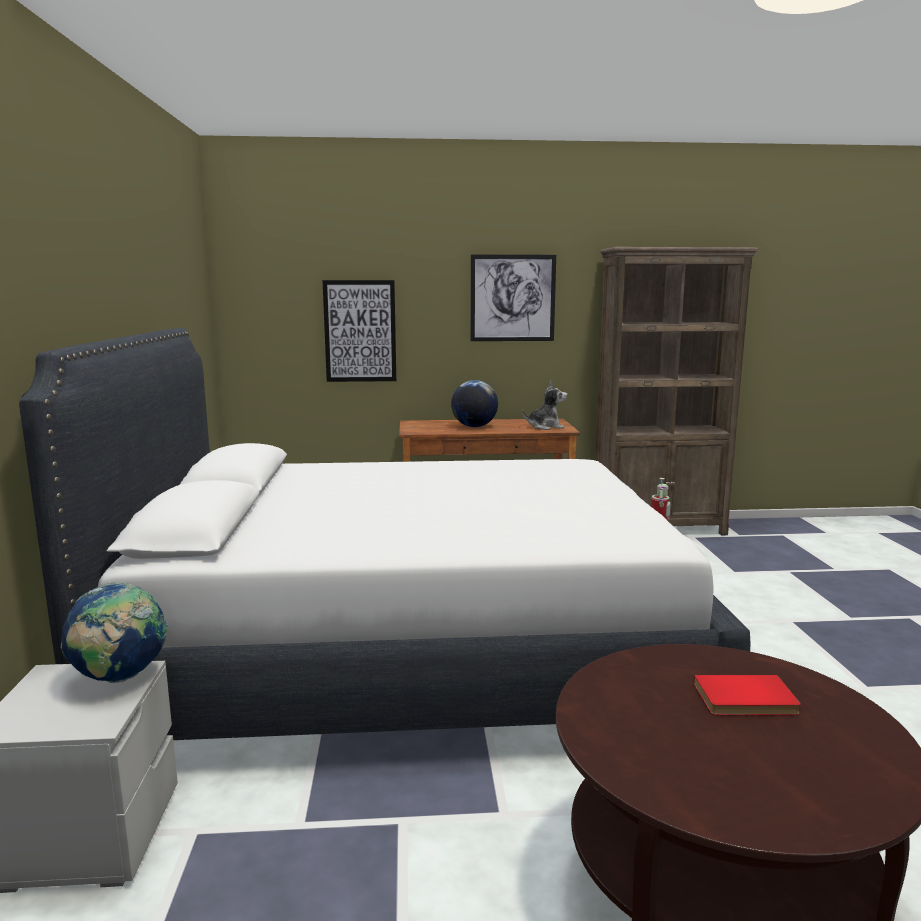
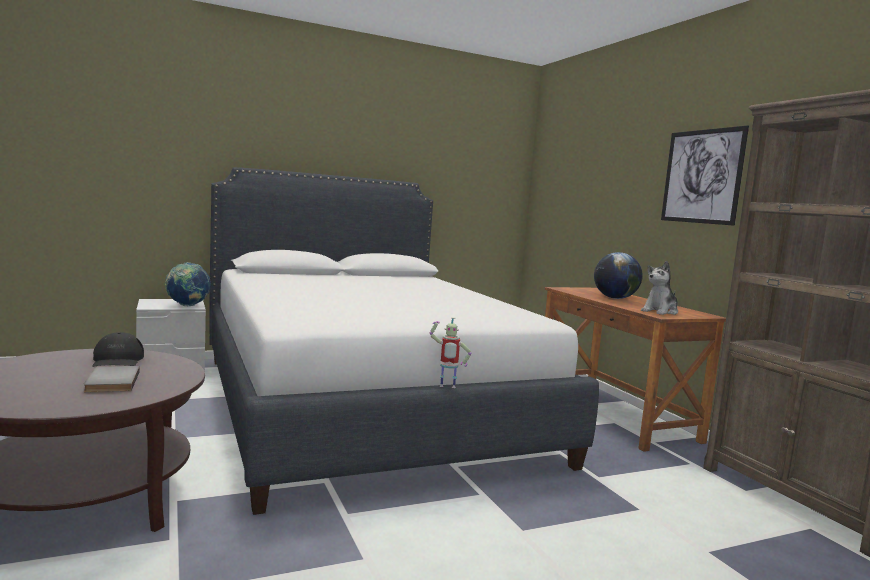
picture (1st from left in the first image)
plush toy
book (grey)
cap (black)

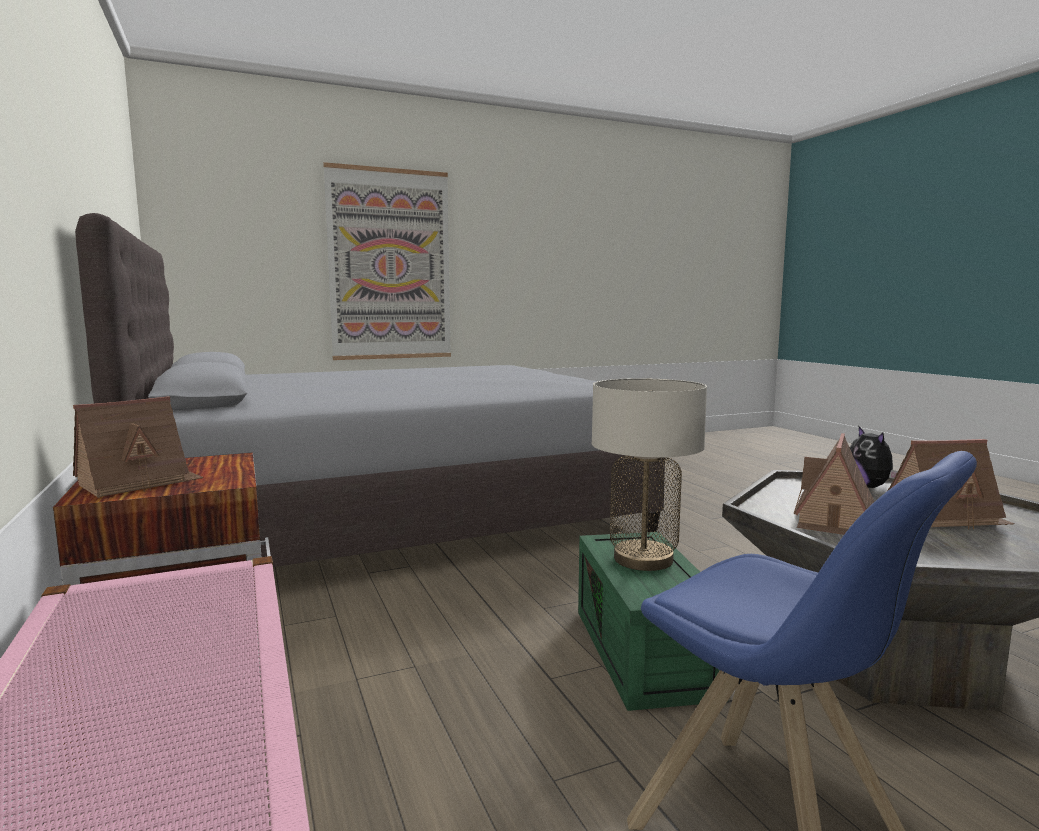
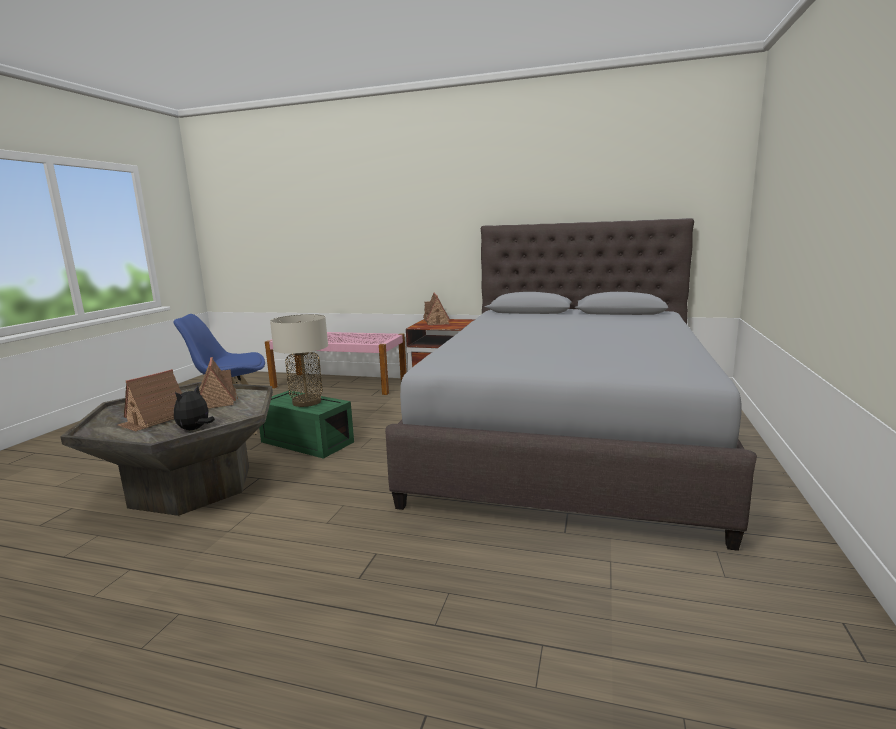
picture
plush toy

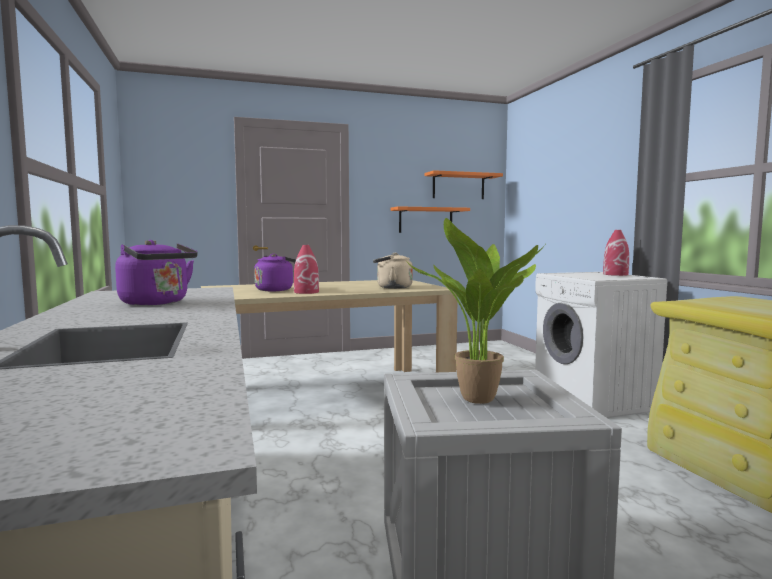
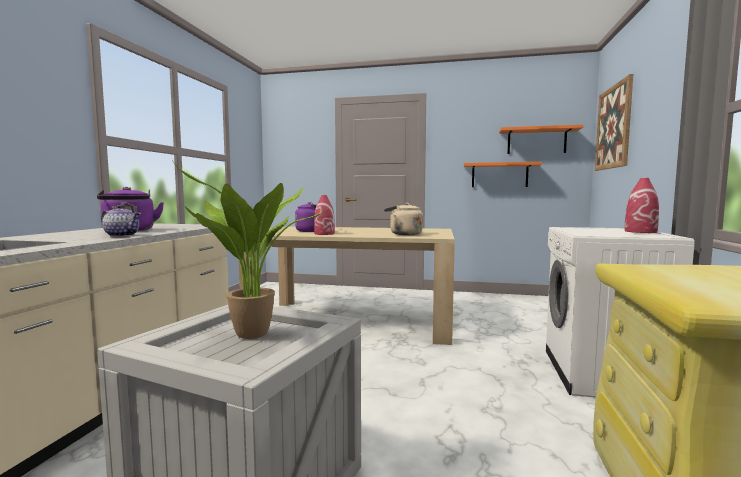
picture
teapot

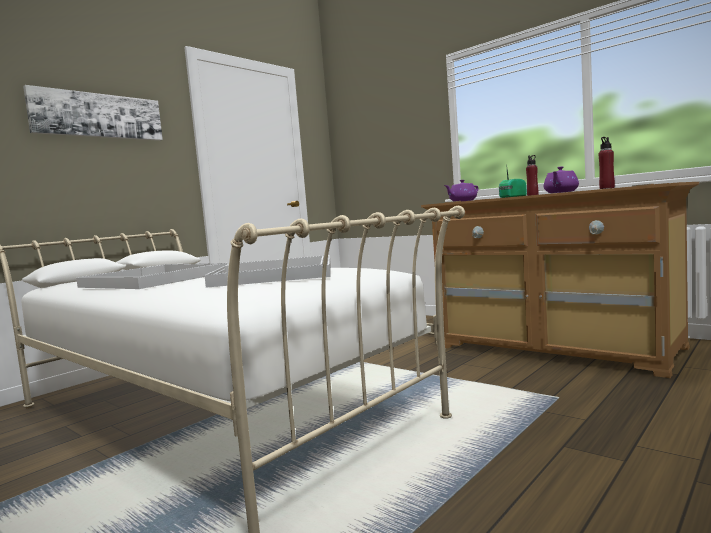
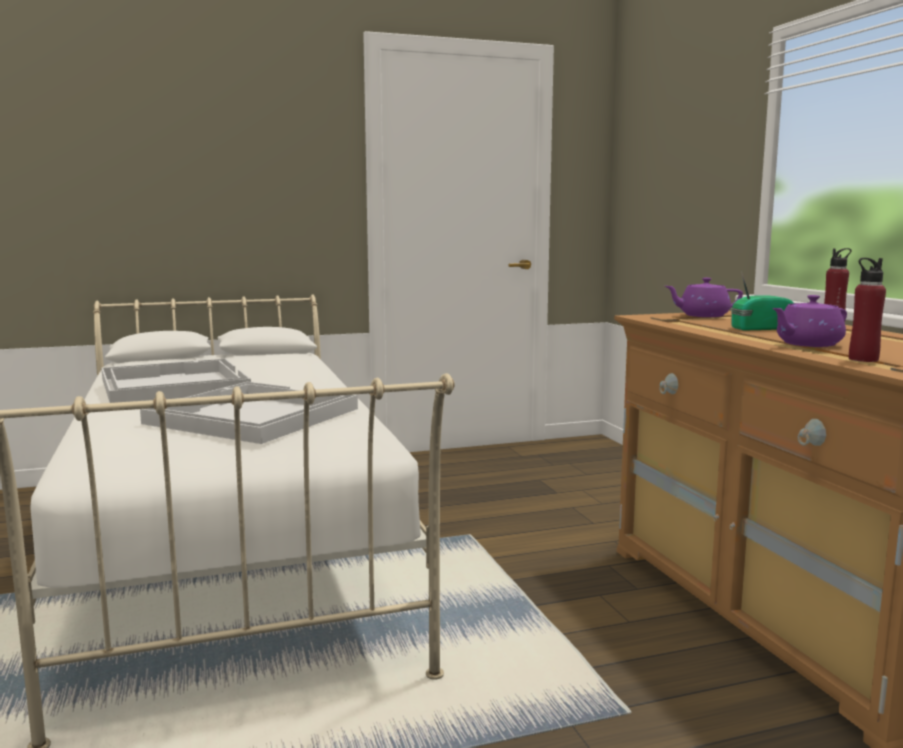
picture

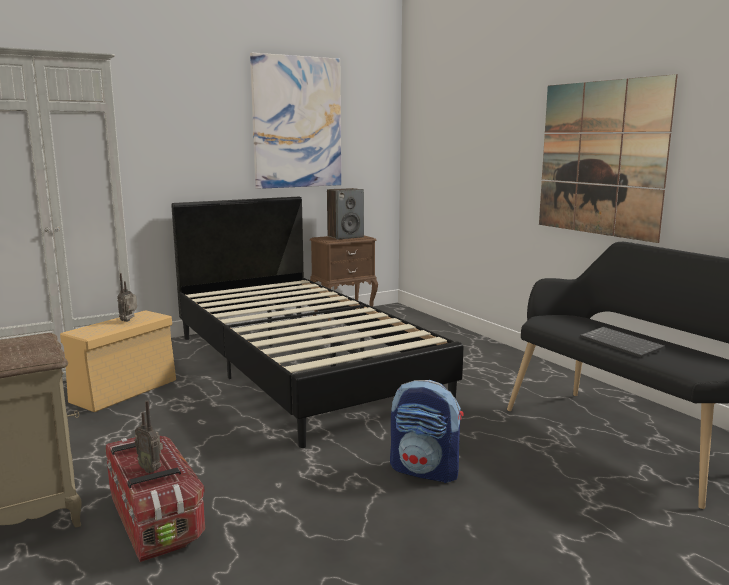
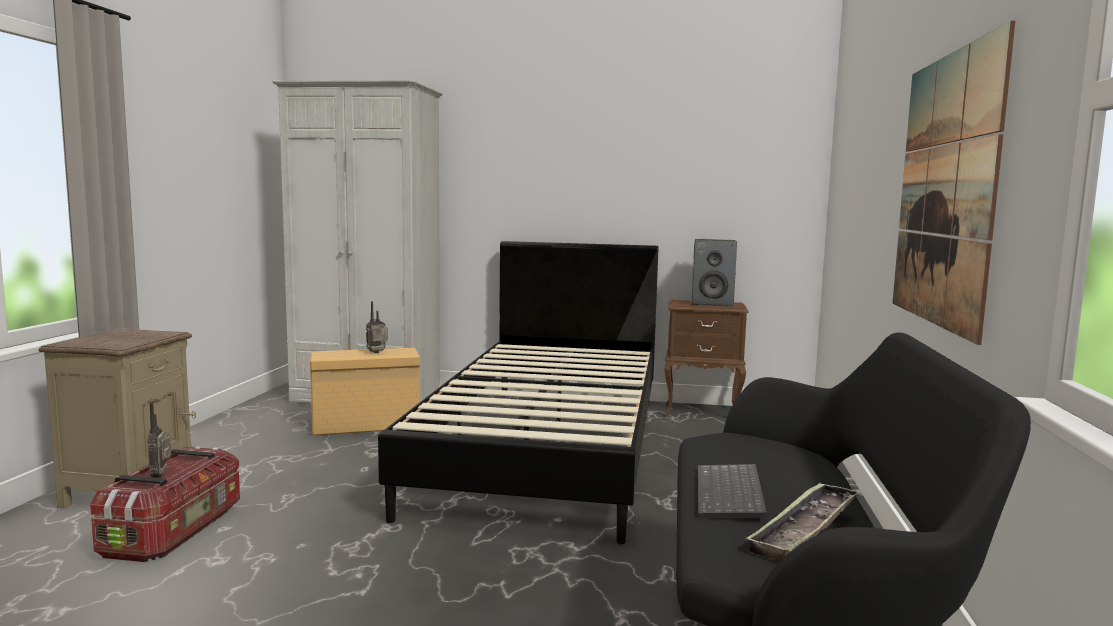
picture (1st from left in the first image)
backpack
tray

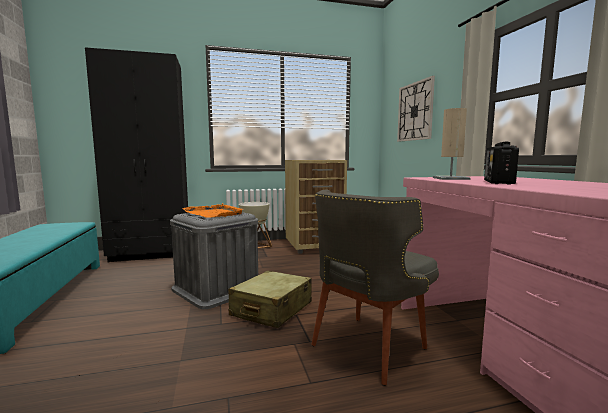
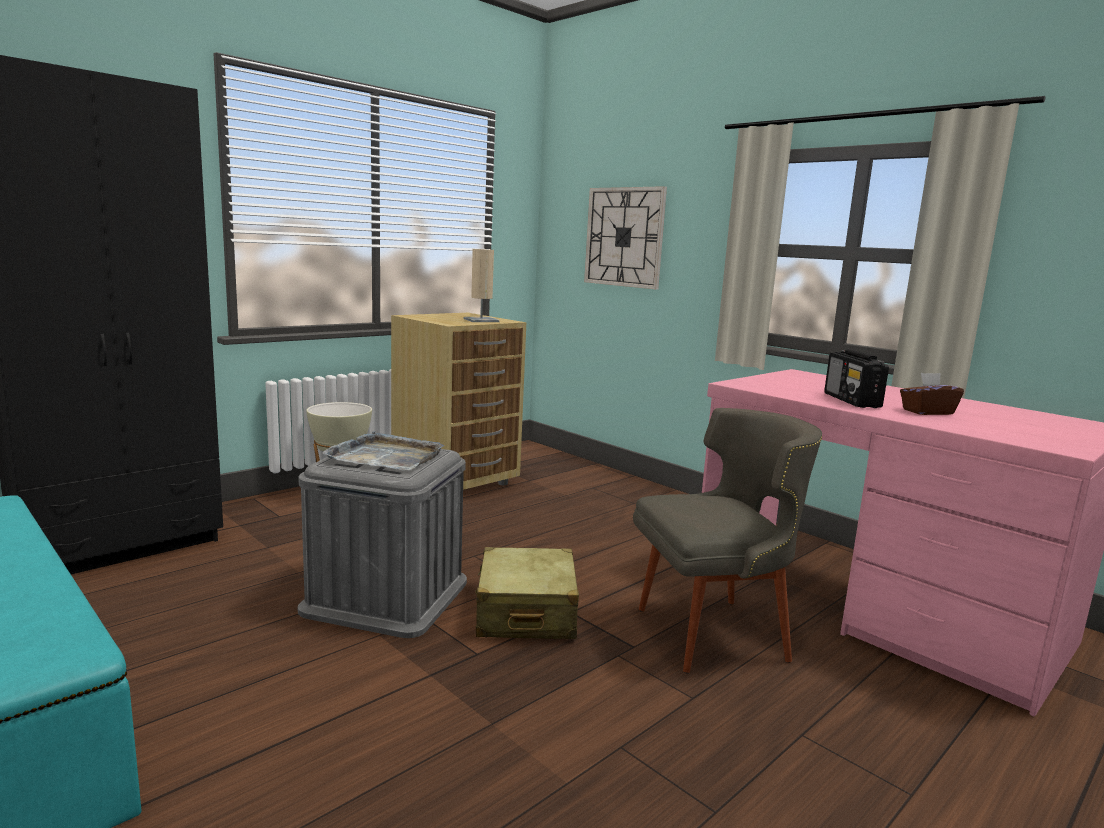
table lamp (beige)
chair (grey)
tray (grey)
tissue box (brown)

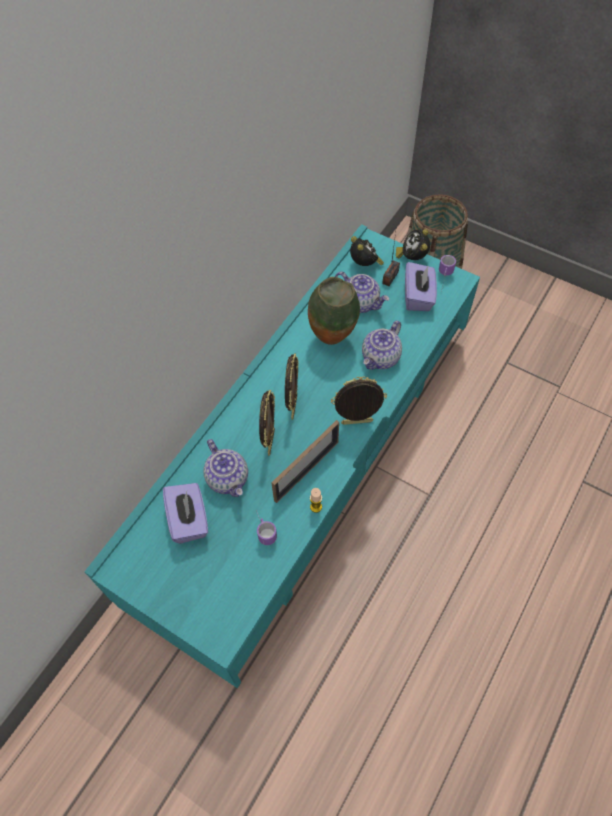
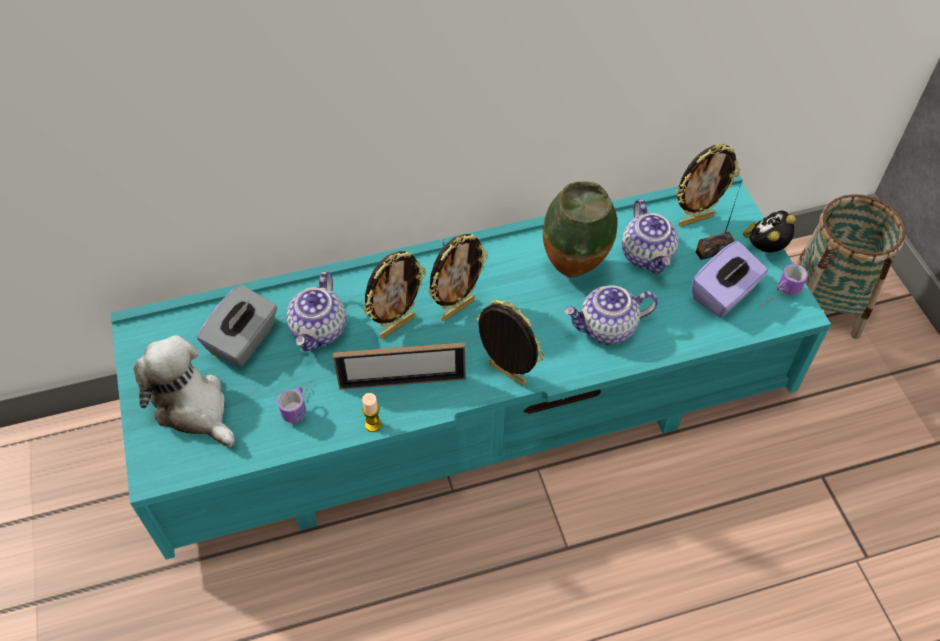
picture frame (5th from left)
tissue box (grey)
plush toy

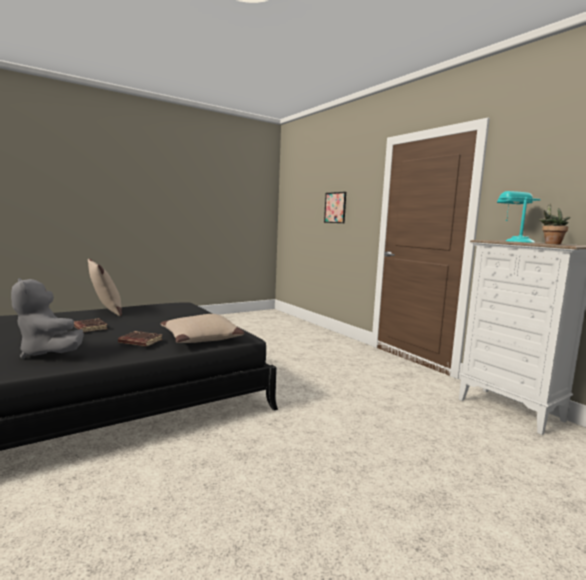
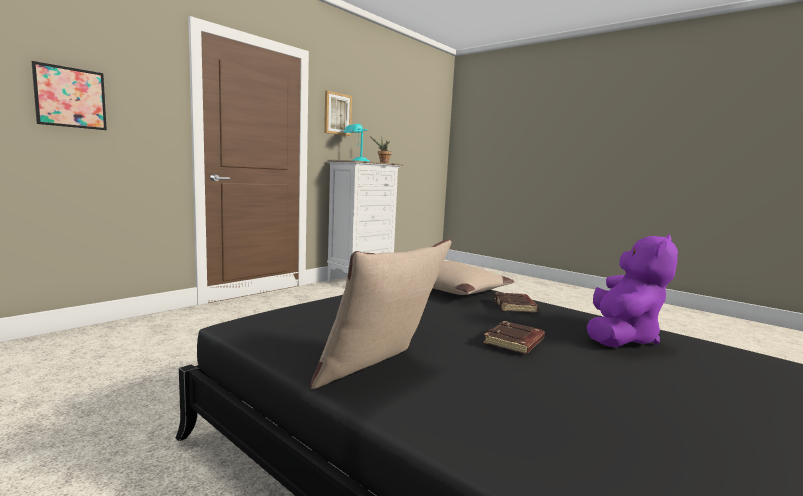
plush toy (purple)
picture (2nd from left)

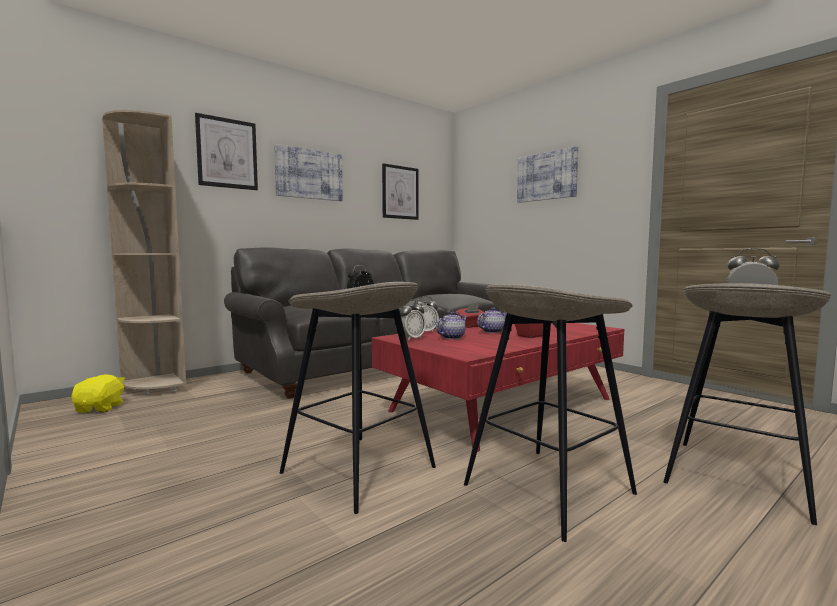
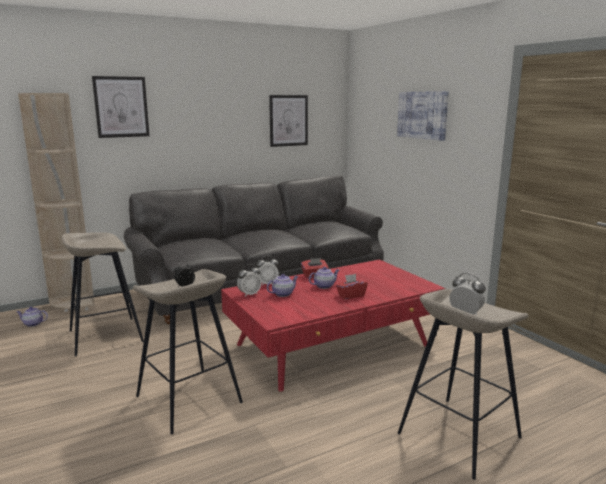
picture (2nd from left in the first image)
stool (grey) (1st from left)
teapot (1st from left)

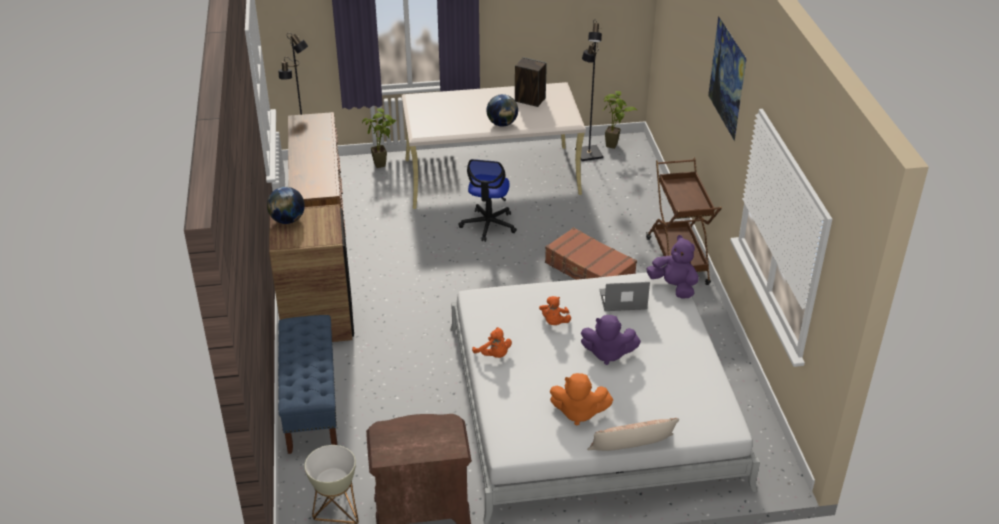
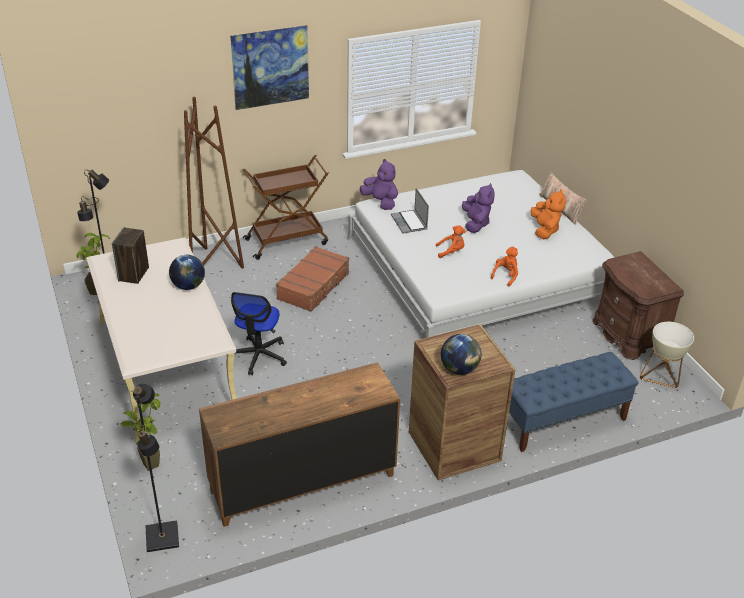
office chair
plush toy (purple) (1st from left)
clothes rack (brown)

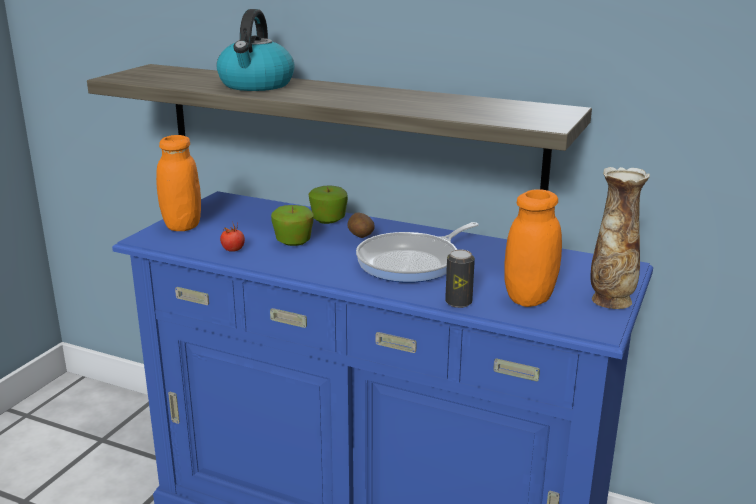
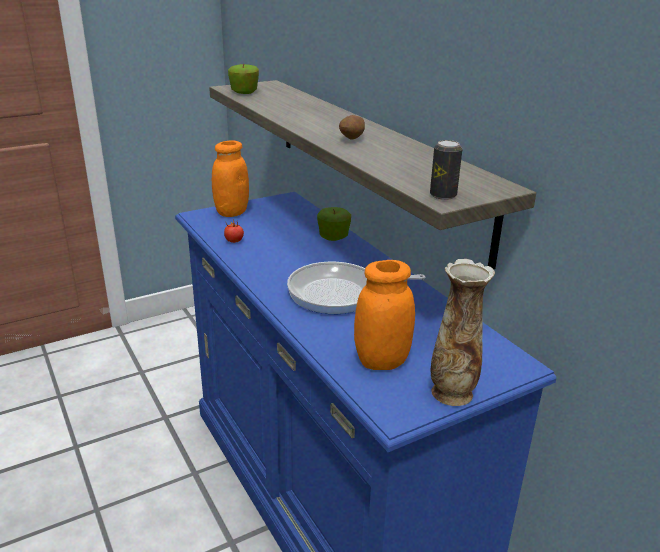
kettle
apple (1st from left)
potato
can

